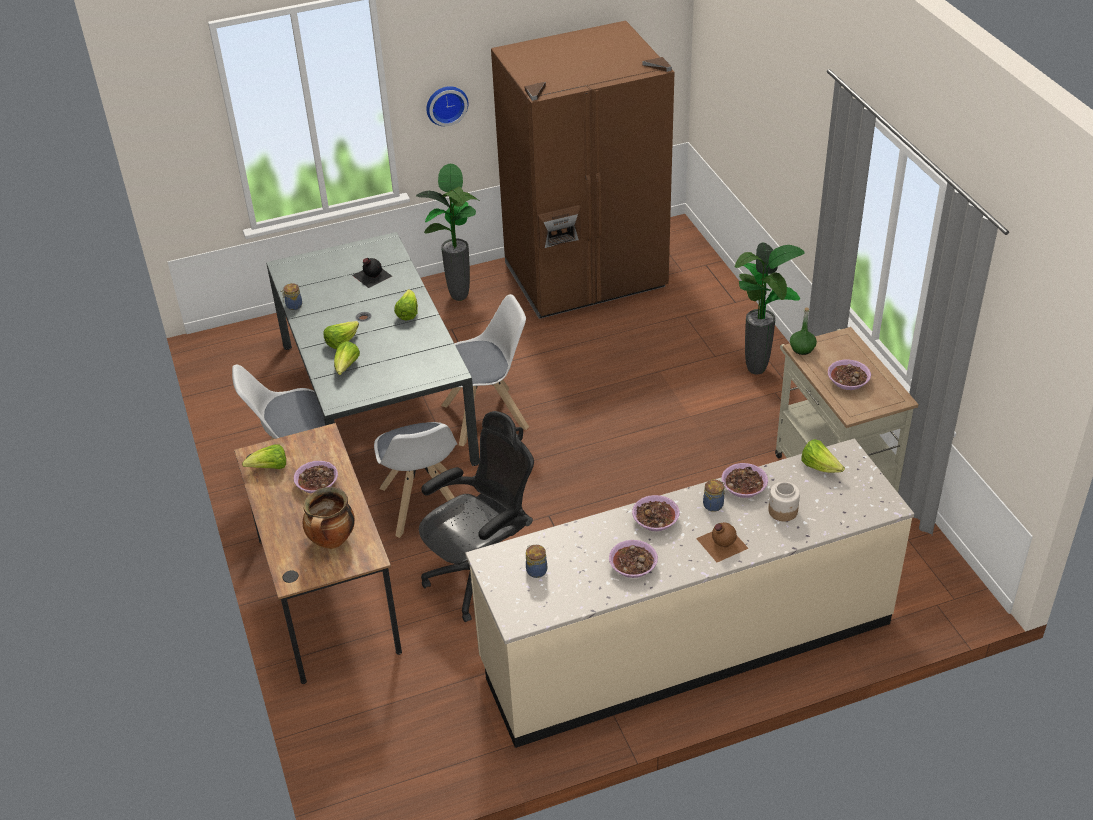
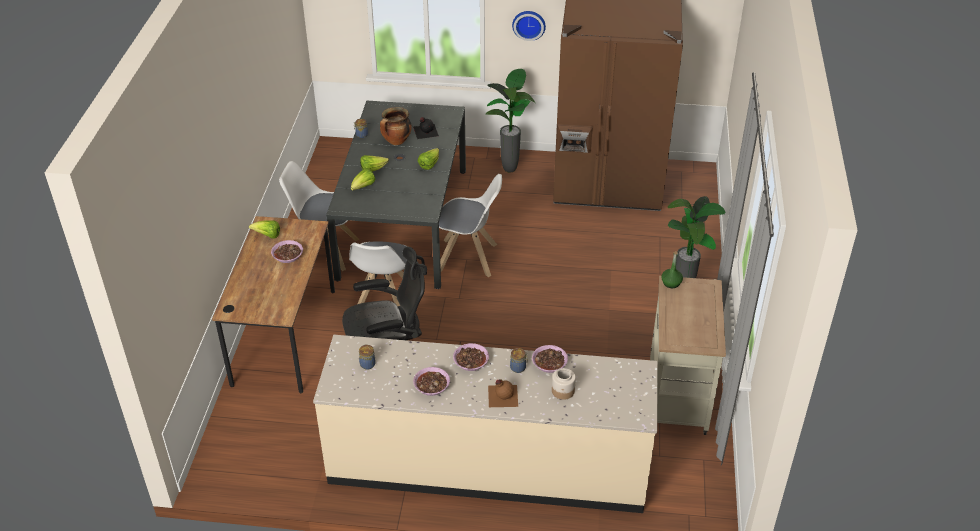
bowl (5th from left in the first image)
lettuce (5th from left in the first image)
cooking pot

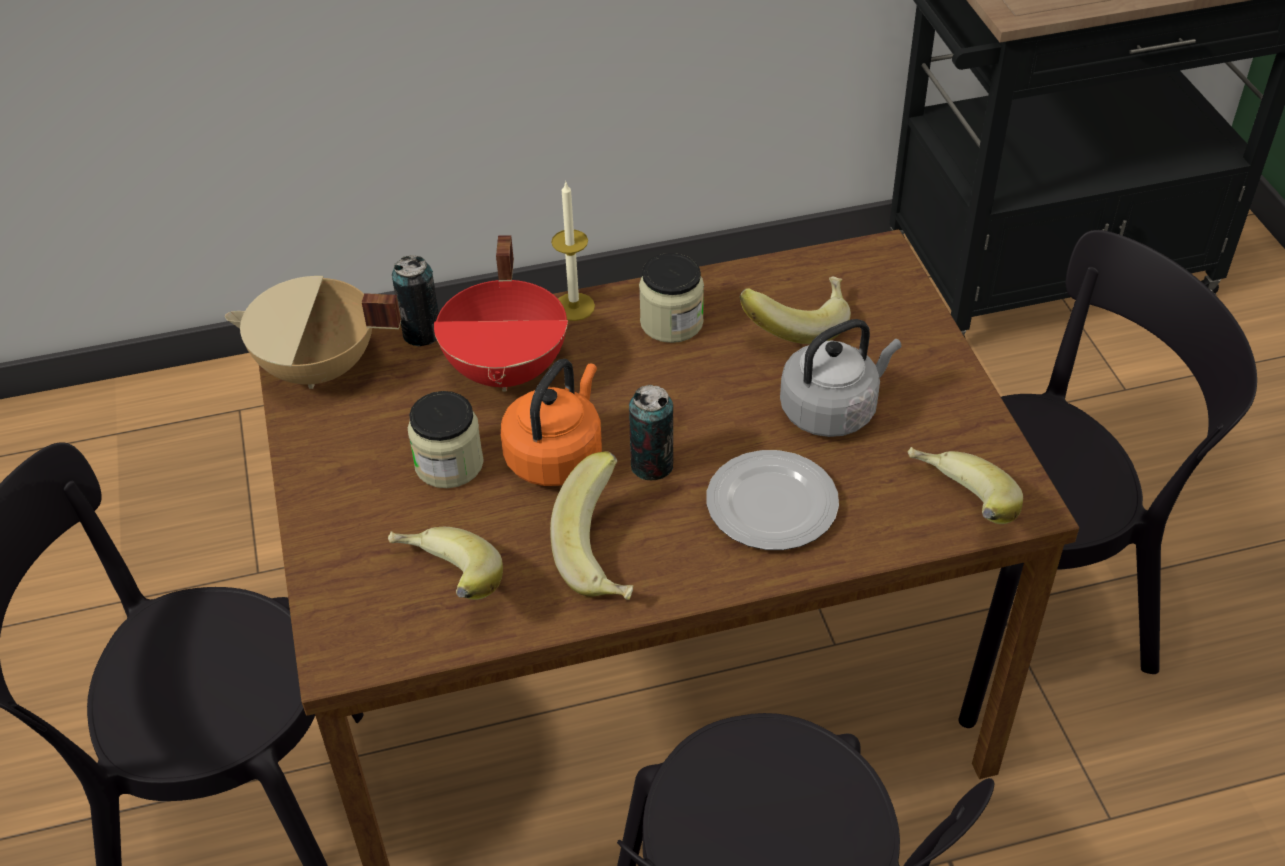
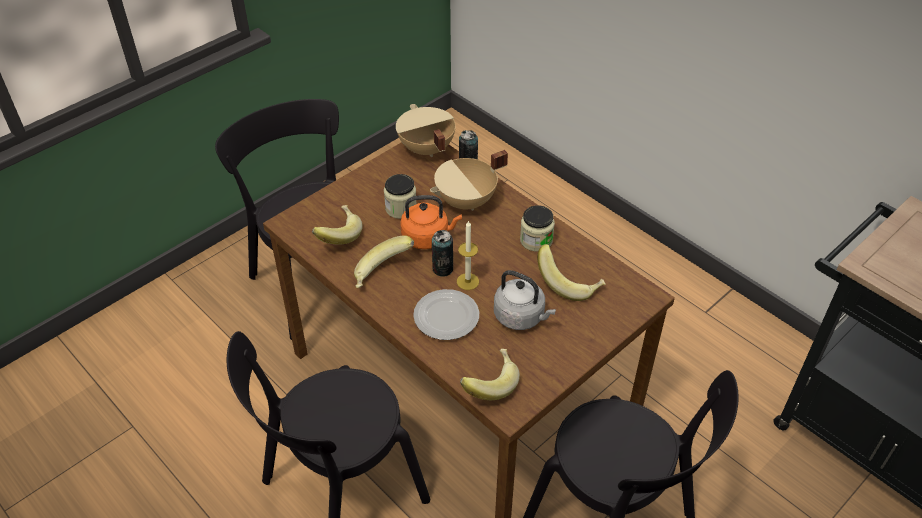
candle
cooking pot (beige) (2nd from left)

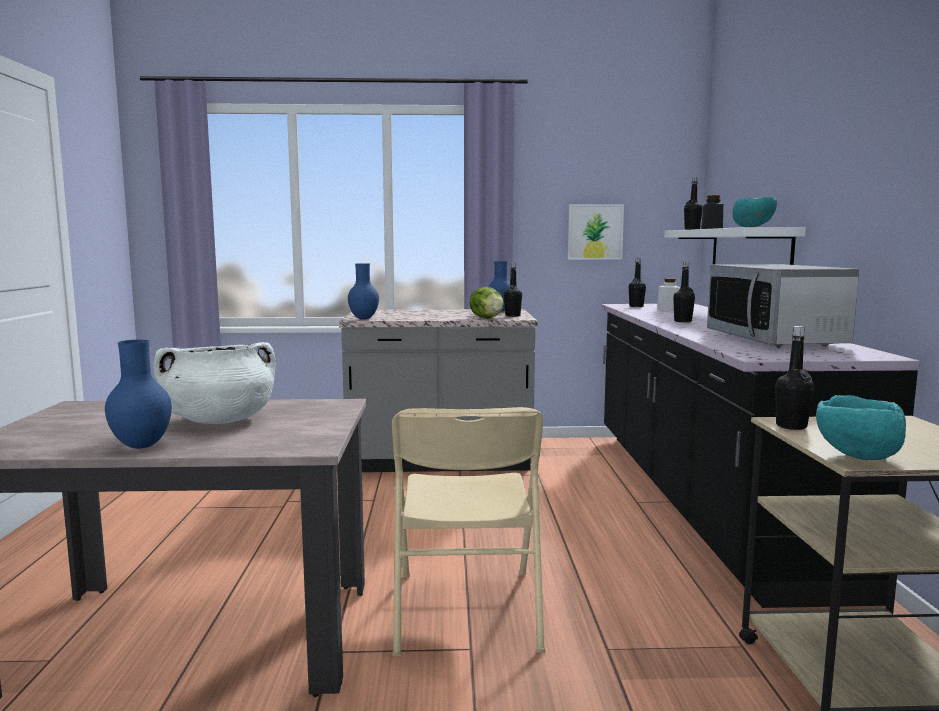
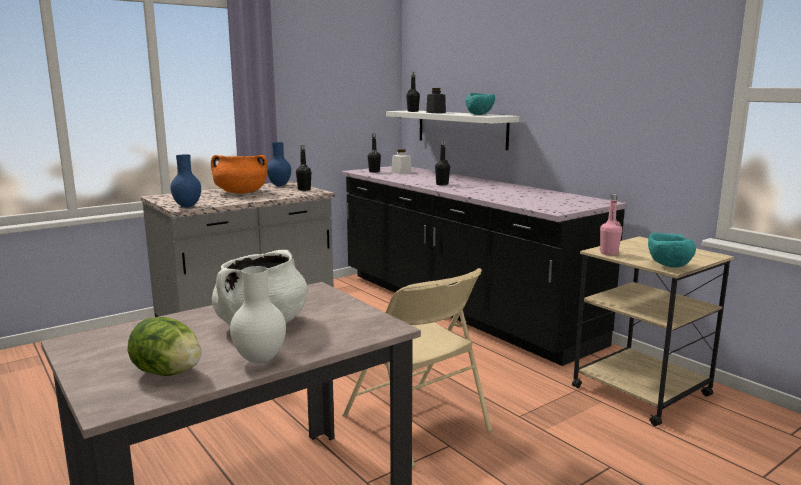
picture
microwave
lettuce
bottle (pink)
vase (white)
cooking pot (orange)

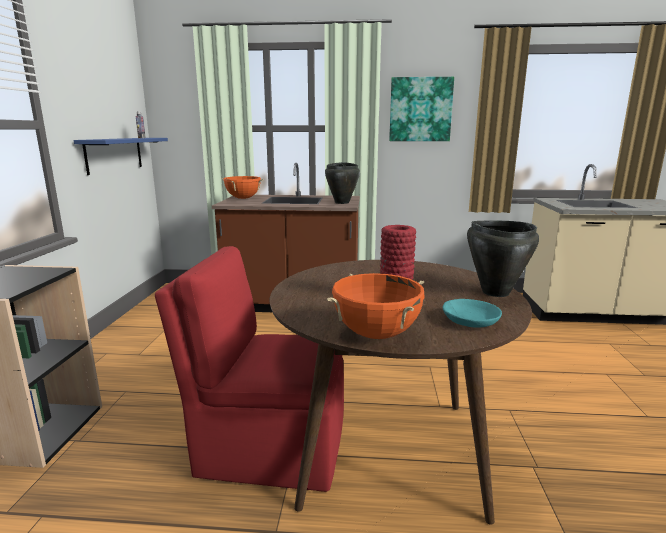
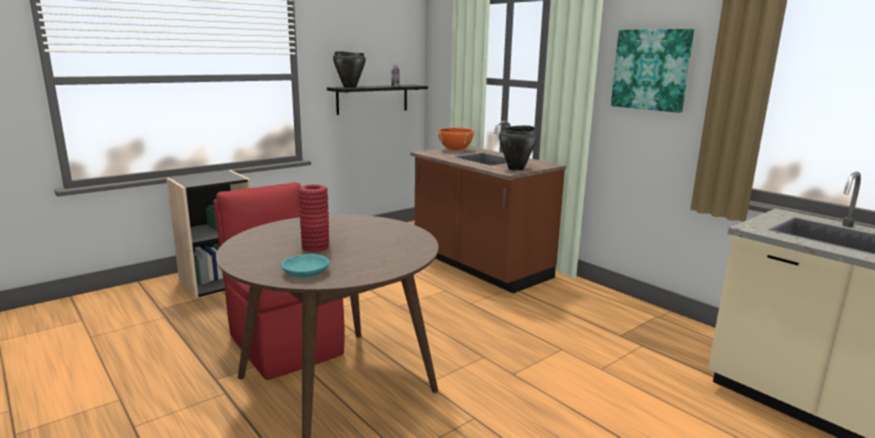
shelf (black)
cooking pot (black) (1st from left)
cooking pot (orange) (2nd from left in the first image)

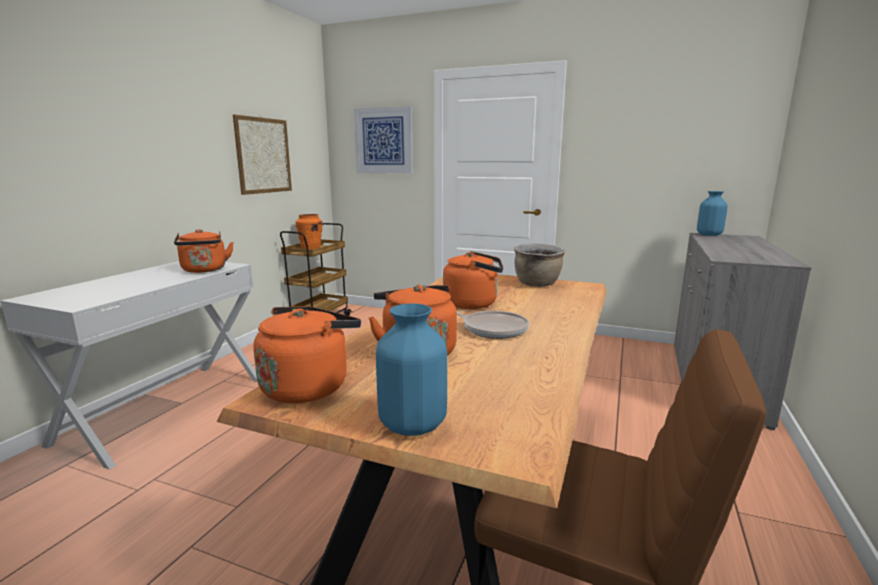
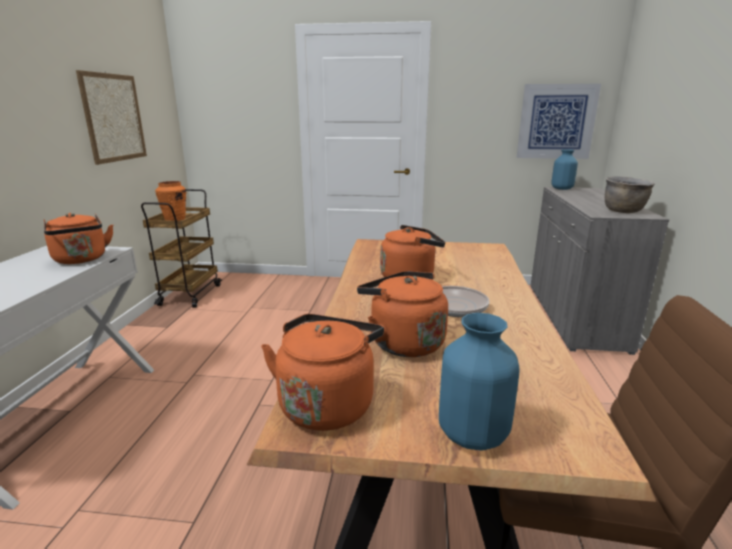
picture (2nd from left)
cooking pot (brown)

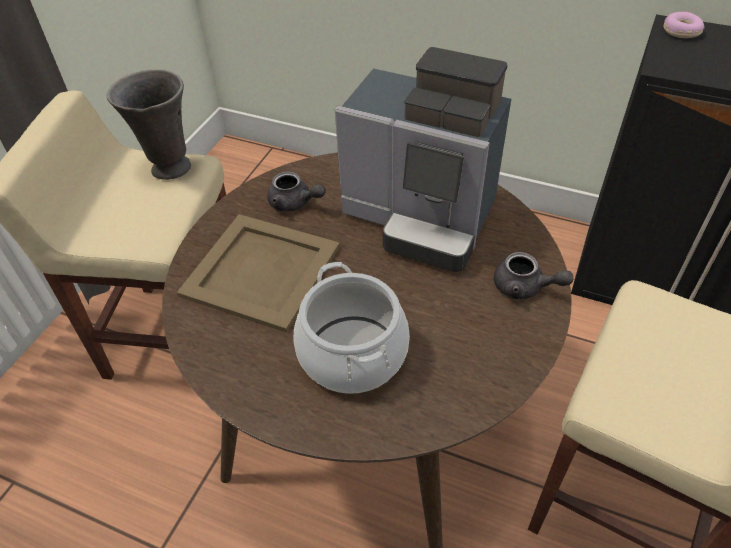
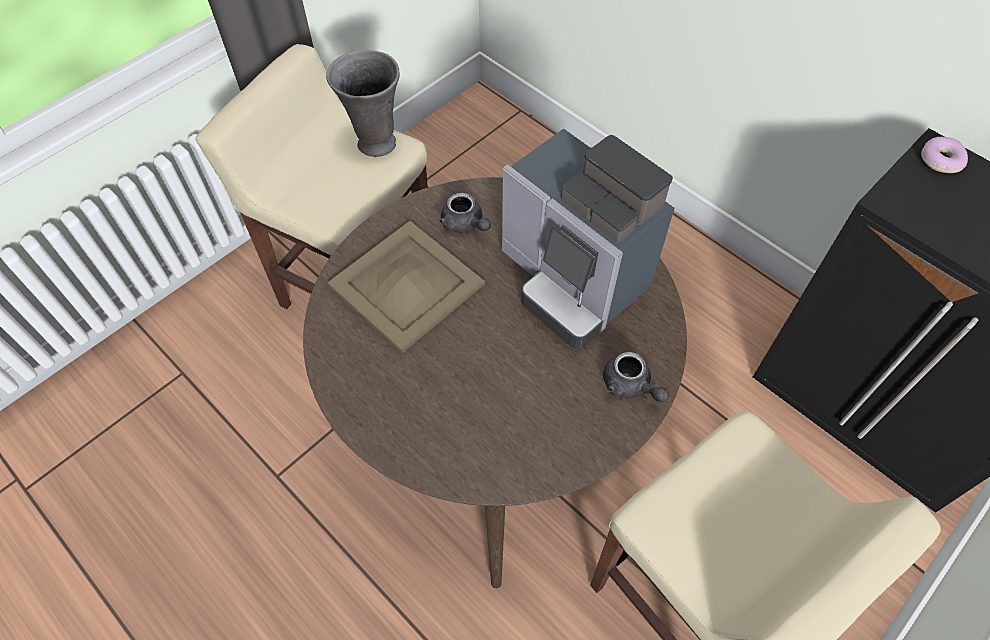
cooking pot

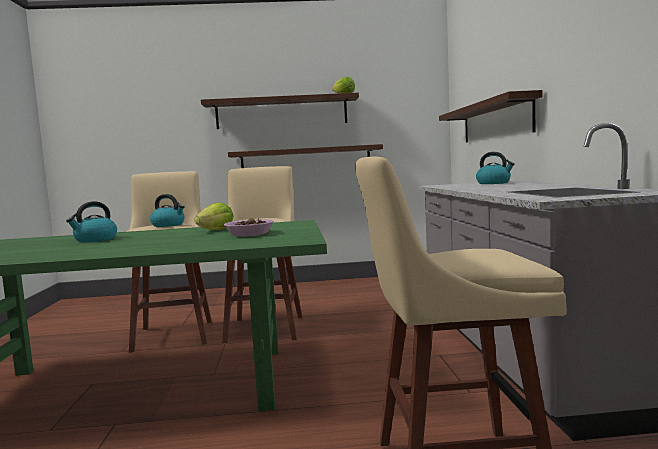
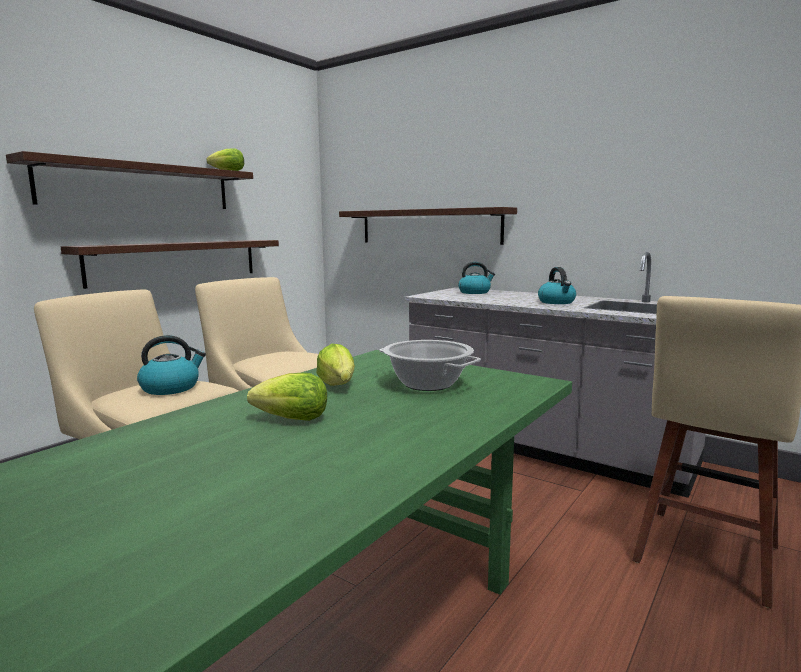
kettle (3rd from left)
cooking pot
lettuce (2nd from left)

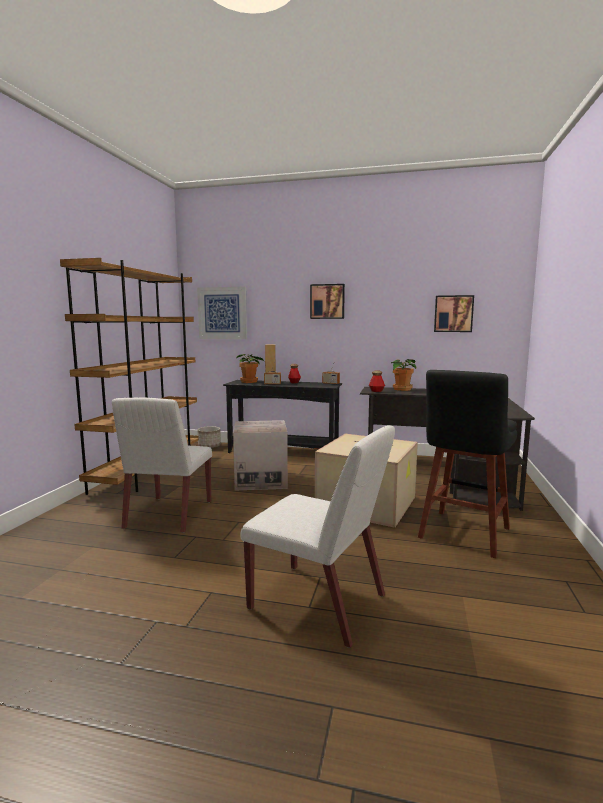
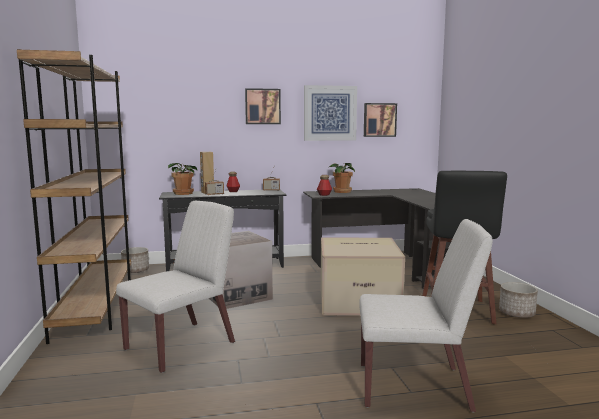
picture (2nd from left)
chair (white) (1st from left)
planter (2nd from left)

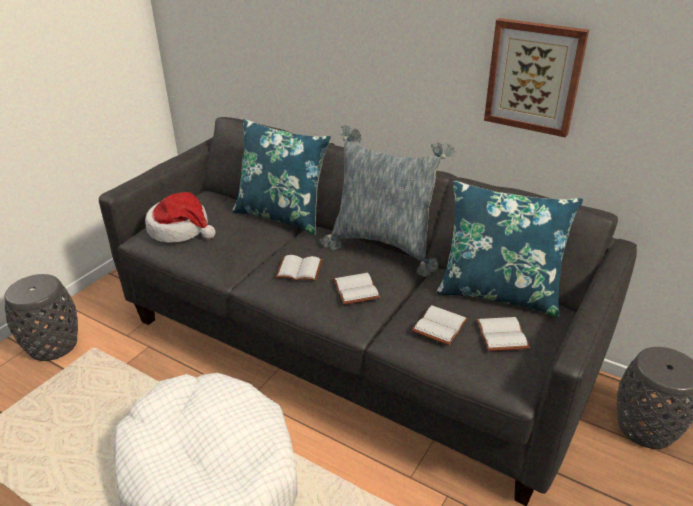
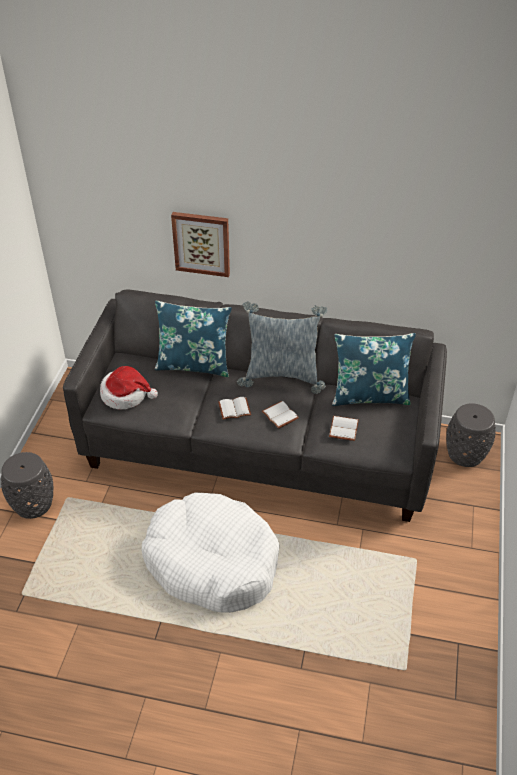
picture
book (white) (4th from left in the first image)

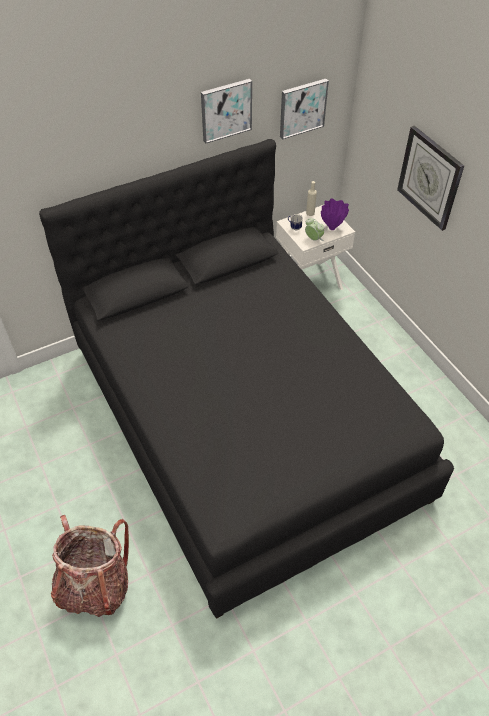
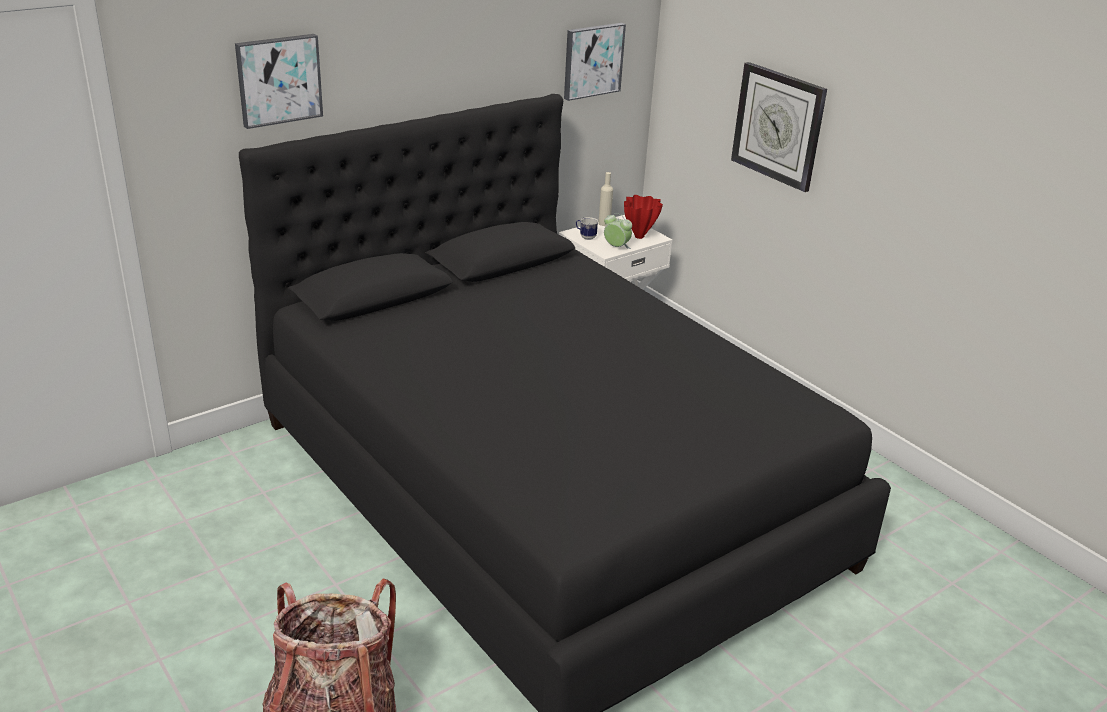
picture (1st from left)
vase (red)

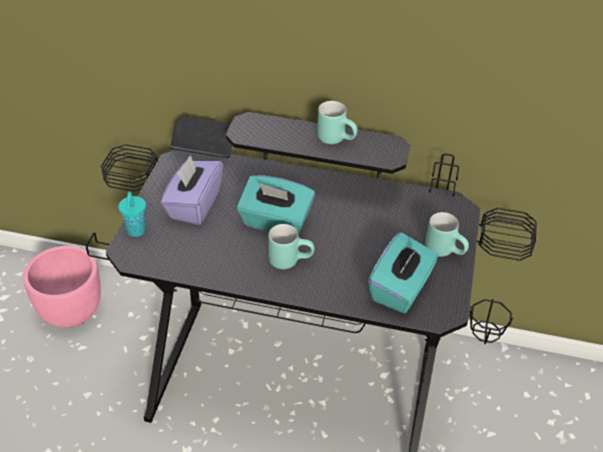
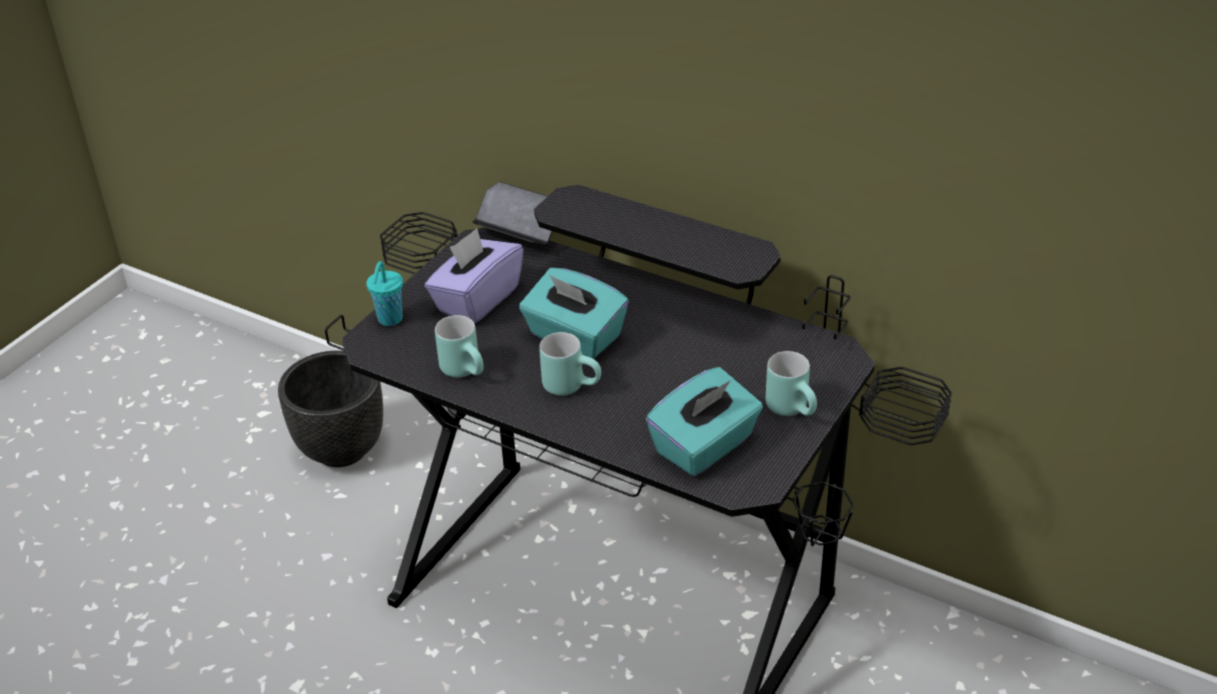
mug (turquoise) (1st from left)
planter (black)

